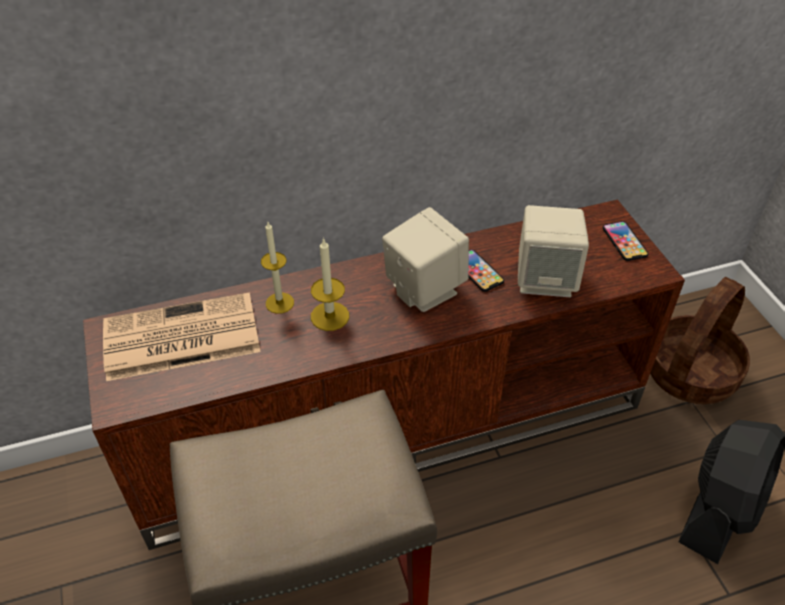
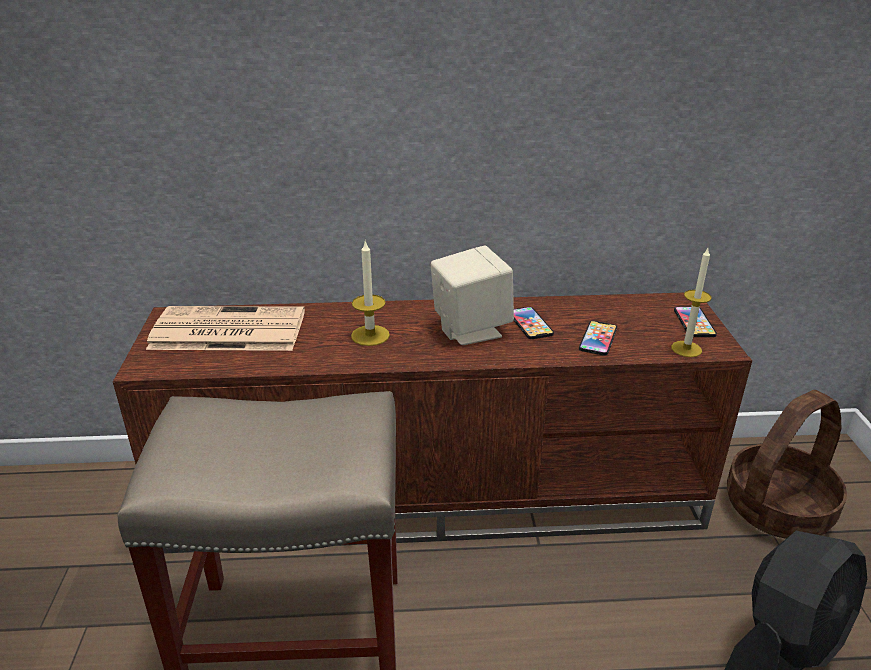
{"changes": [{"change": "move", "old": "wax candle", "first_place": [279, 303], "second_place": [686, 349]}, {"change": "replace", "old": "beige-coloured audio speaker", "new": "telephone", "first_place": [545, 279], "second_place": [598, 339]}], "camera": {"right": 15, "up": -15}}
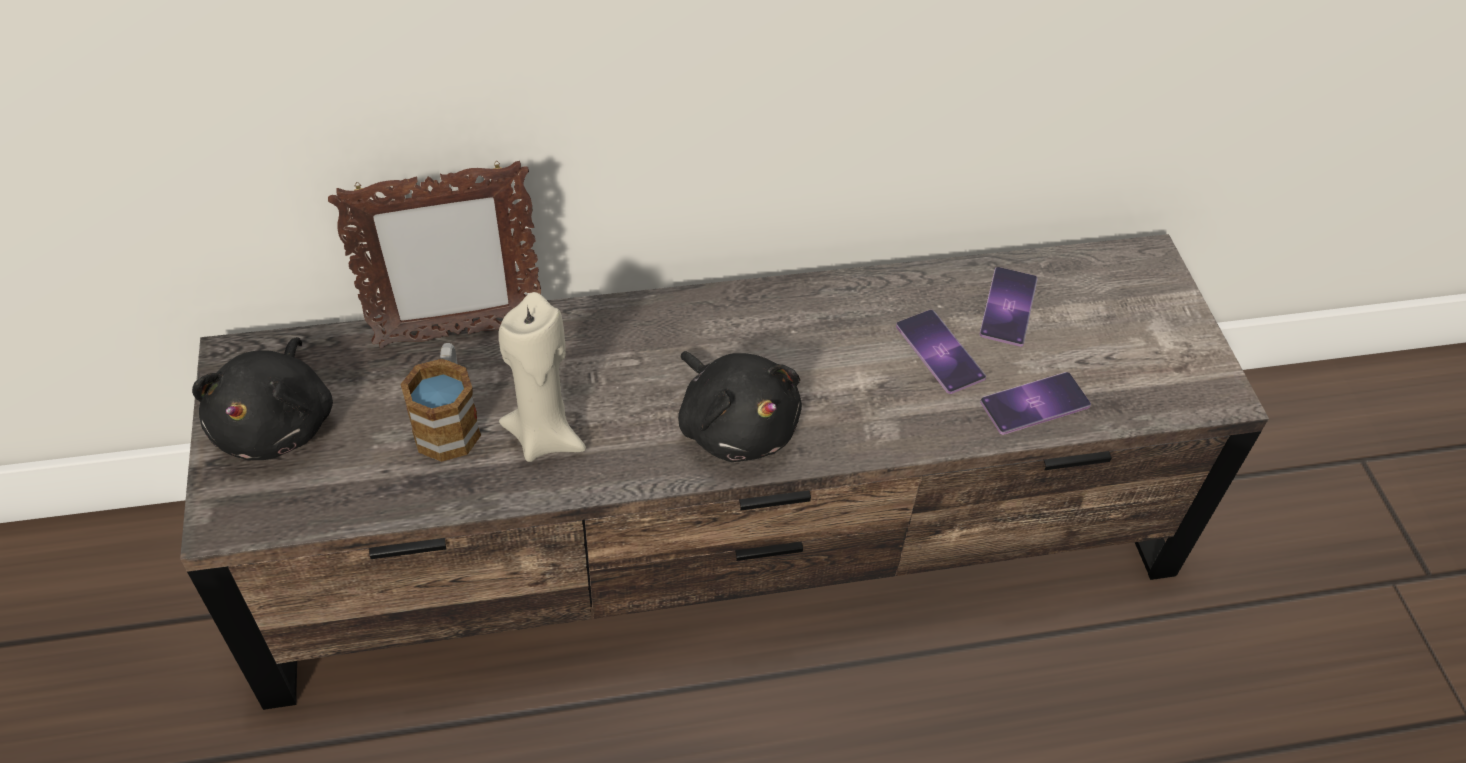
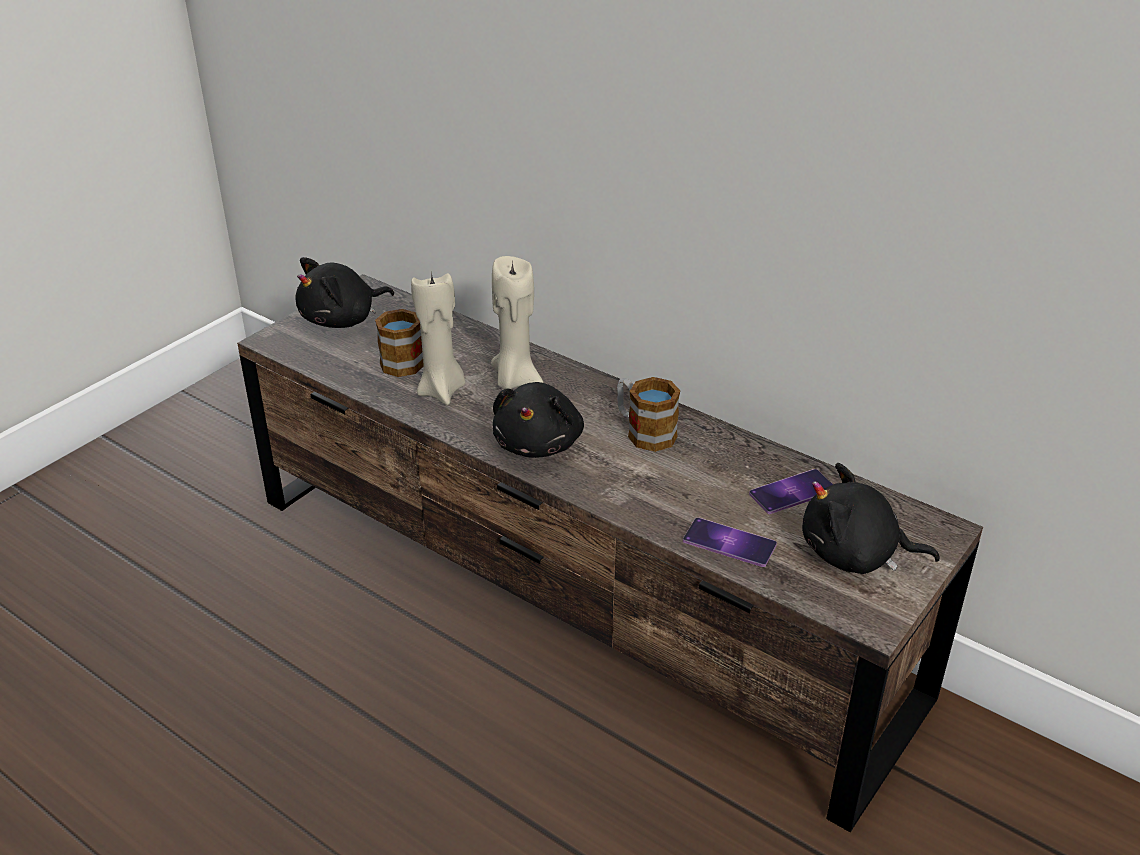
{"changes": [{"change": "delete", "old": "standing frame", "first_place": [457, 333]}, {"change": "delete", "old": "telephone", "first_place": [940, 352]}, {"change": "insert", "new": "beige-coloured wax candle", "second_place": [514, 380]}, {"change": "insert", "new": "mug", "second_place": [644, 432]}, {"change": "insert", "new": "blackish soft toy", "second_place": [855, 555]}], "camera": {"right": 50, "up": -15}}
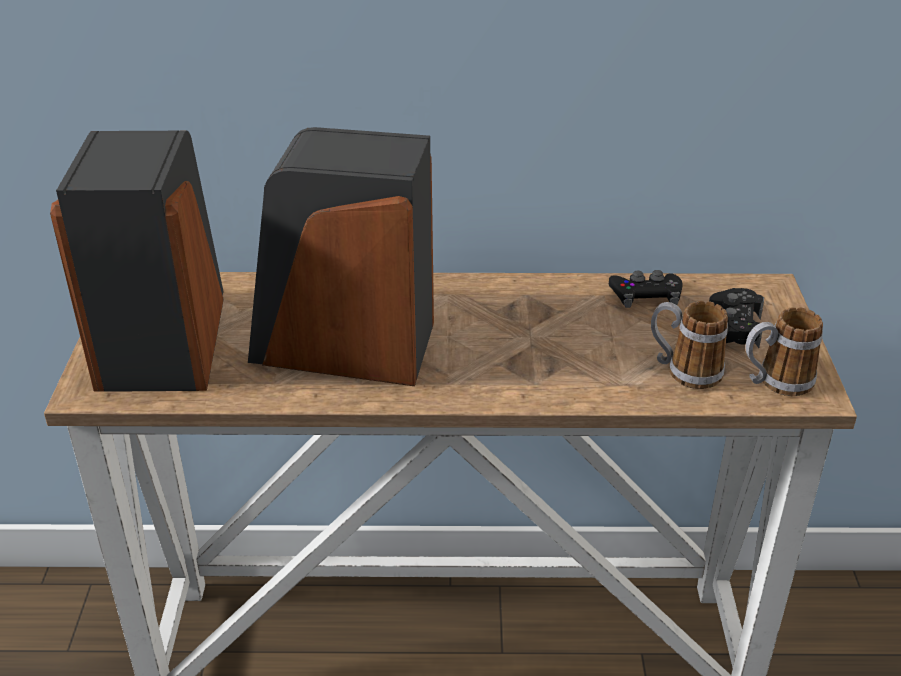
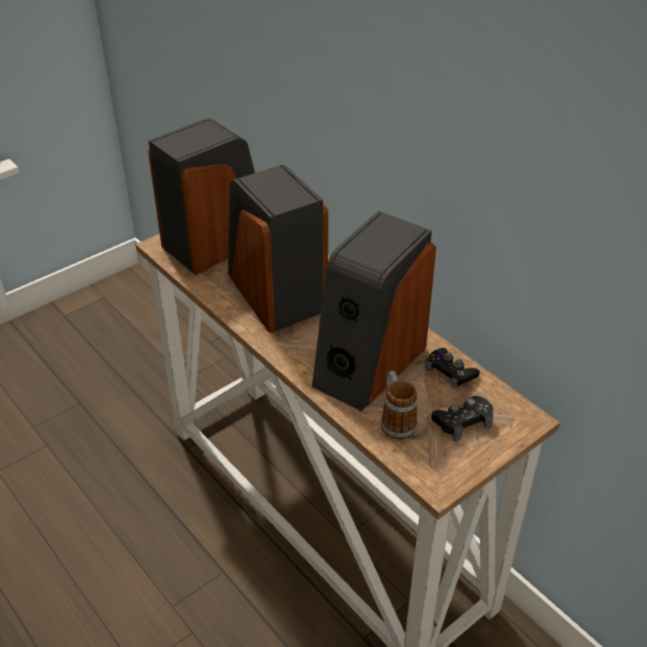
{"changes": [{"change": "delete", "old": "mug", "first_place": [775, 382]}, {"change": "insert", "new": "audio speaker", "second_place": [368, 364]}], "camera": {"right": 50, "up": 5}}
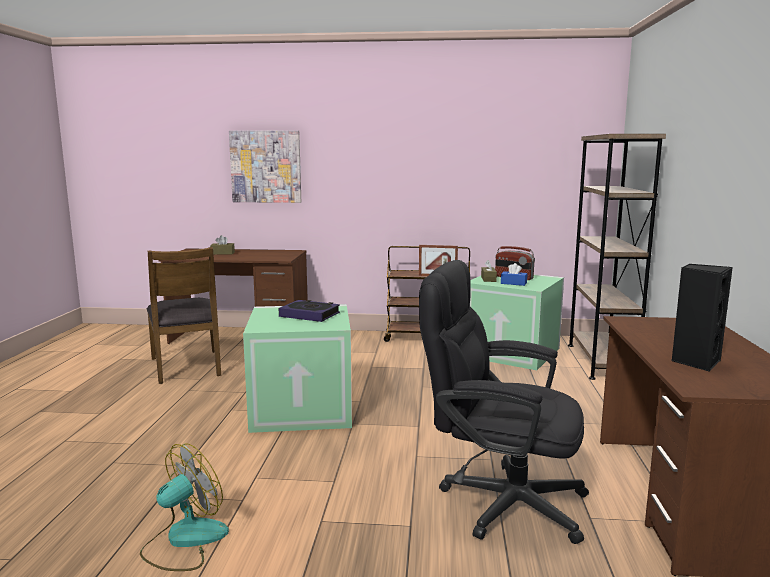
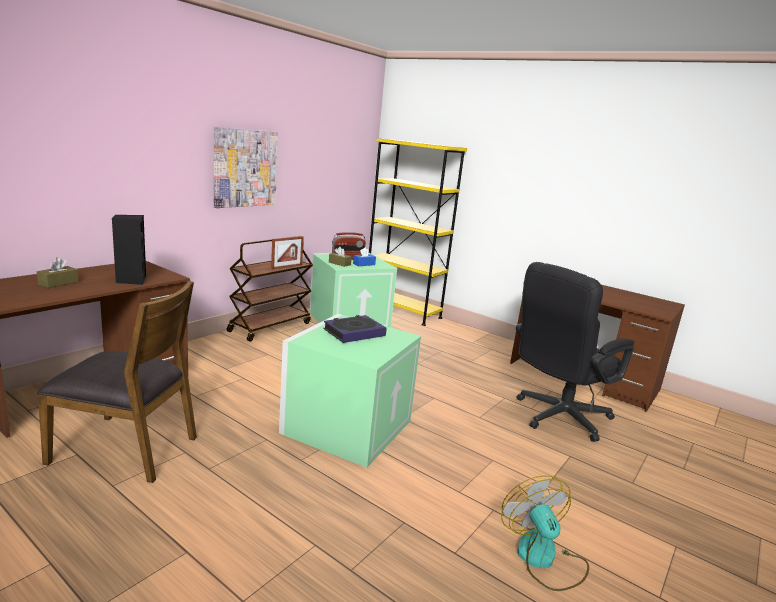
{"changes": [{"change": "move", "old": "wall picture", "first_place": [266, 166], "second_place": [245, 168]}, {"change": "move", "old": "blackish audio speaker", "first_place": [695, 362], "second_place": [131, 280]}, {"change": "recolor", "old": "brown bookcase", "new": "yellowish bookcase", "first_place": [601, 361], "second_place": [402, 311]}], "camera": {"right": -60, "up": 5}}
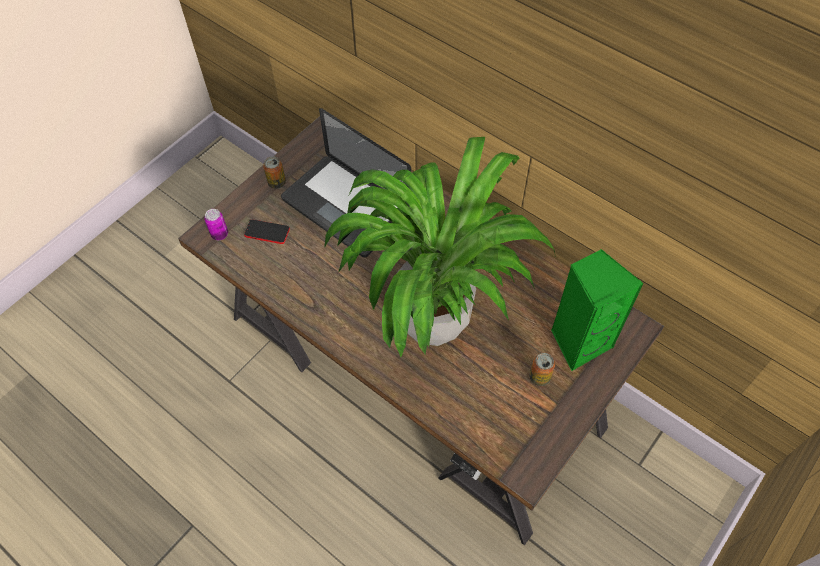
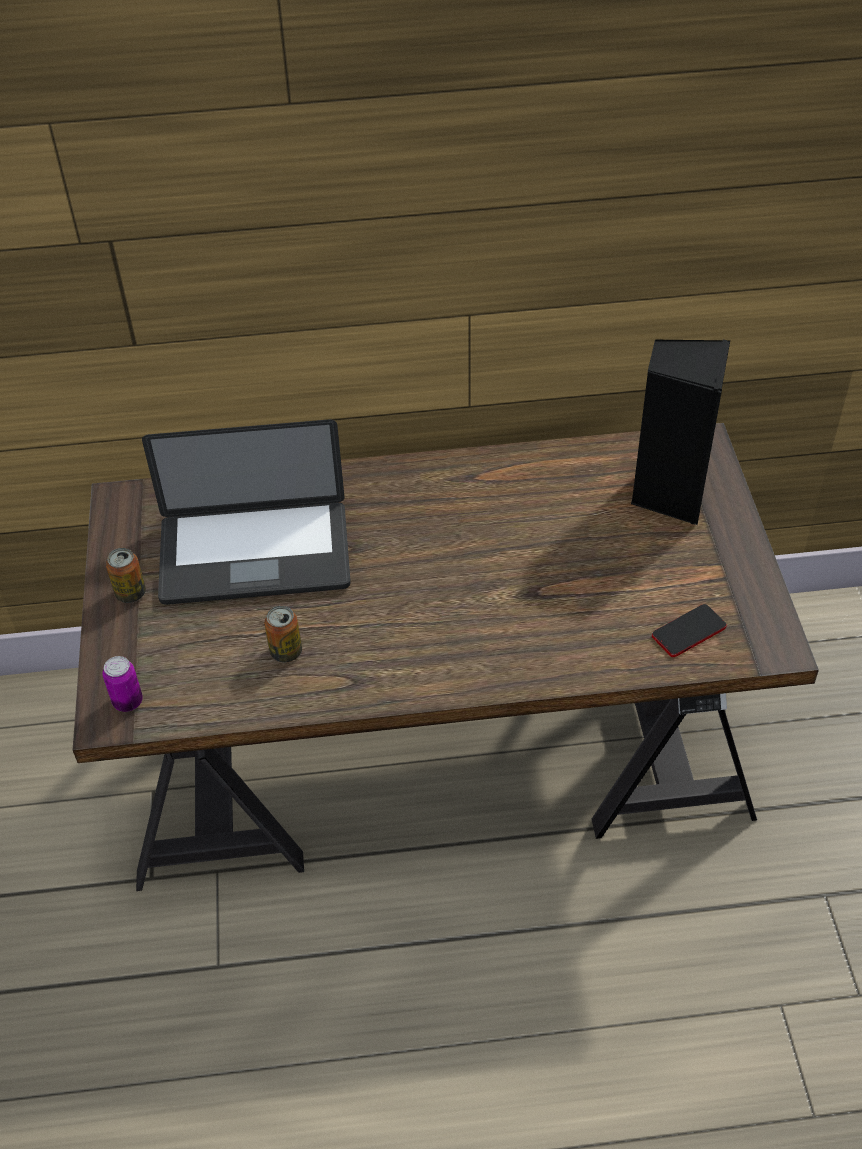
{"changes": [{"change": "delete", "old": "houseplant", "first_place": [432, 315]}, {"change": "move", "old": "telephone", "first_place": [267, 232], "second_place": [688, 631]}, {"change": "move", "old": "sealed can", "first_place": [539, 377], "second_place": [286, 652]}, {"change": "recolor", "old": "green-coloured audio speaker", "new": "blackish audio speaker", "first_place": [579, 341], "second_place": [669, 494]}], "camera": {"right": -45, "up": -10}}
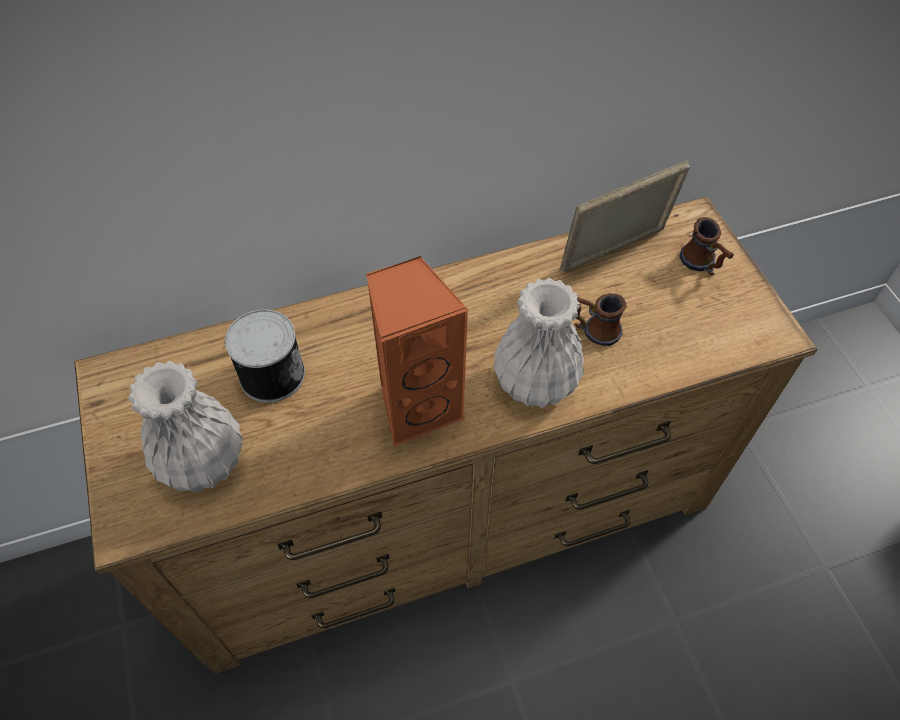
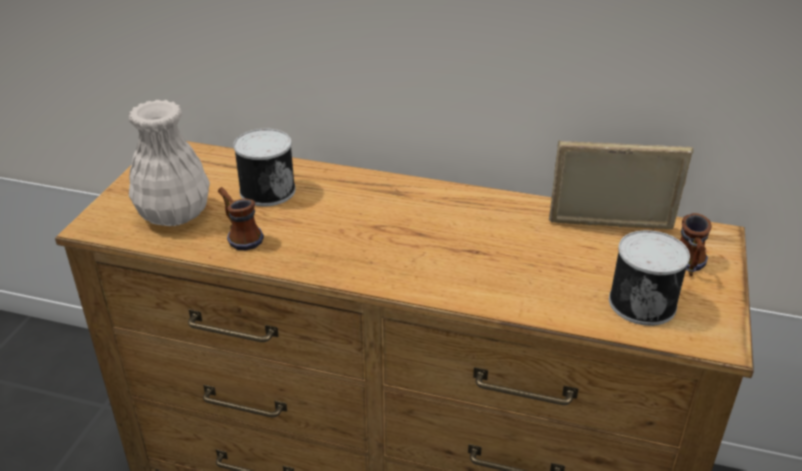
{"changes": [{"change": "delete", "old": "orange audio speaker", "first_place": [417, 406]}, {"change": "delete", "old": "whitish flower vase", "first_place": [536, 381]}, {"change": "insert", "new": "sealed can", "second_place": [642, 302]}, {"change": "move", "old": "mug", "first_place": [592, 330], "second_place": [240, 236]}], "camera": {"right": 35, "up": -20}}
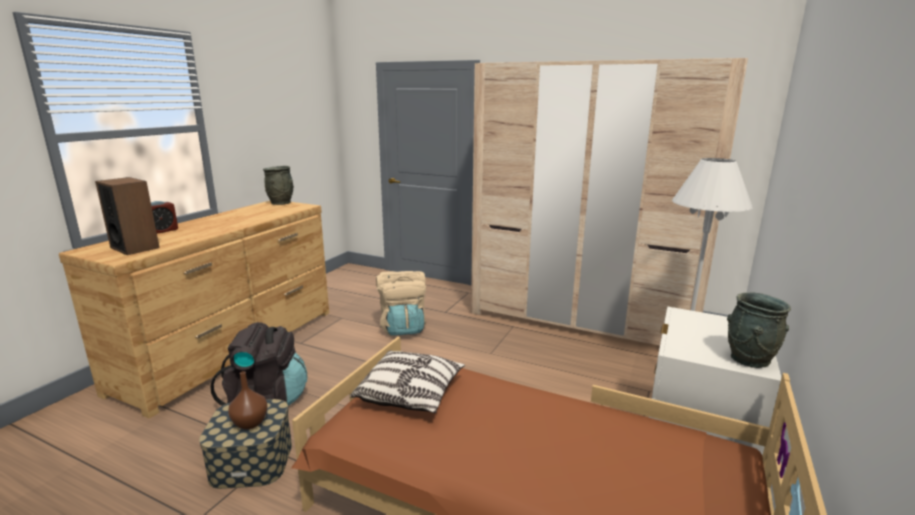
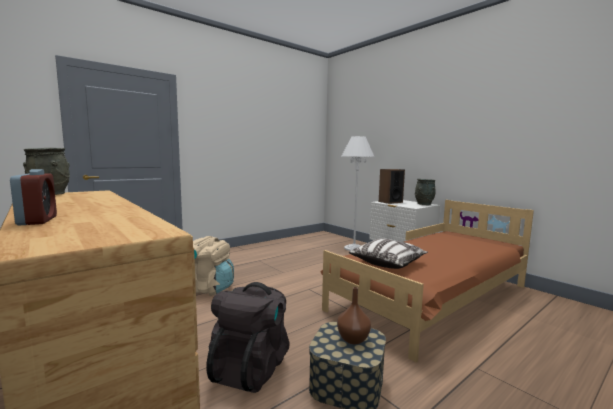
{"changes": [{"change": "delete", "old": "beige-coloured clothes cupboard", "first_place": [580, 320]}, {"change": "move", "old": "audio speaker", "first_place": [135, 247], "second_place": [390, 202]}], "camera": {"right": -65, "up": -10}}
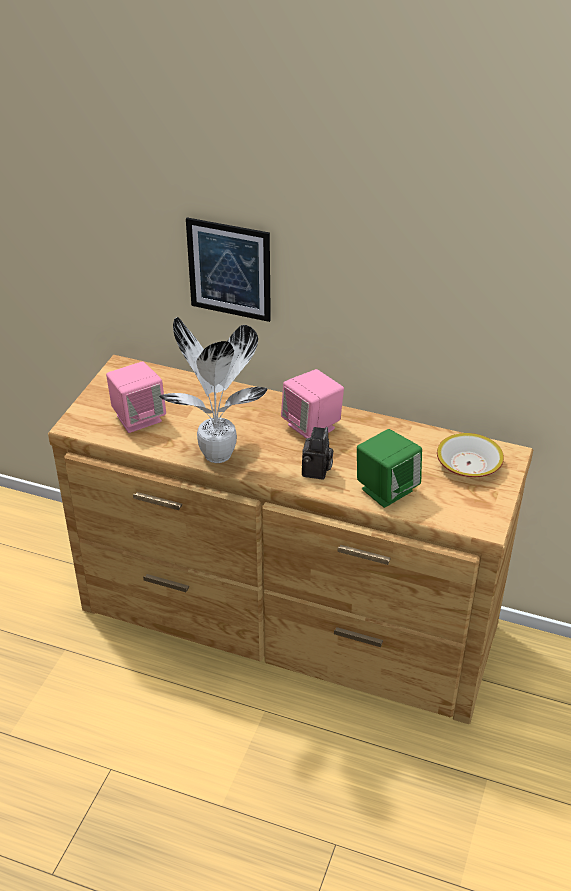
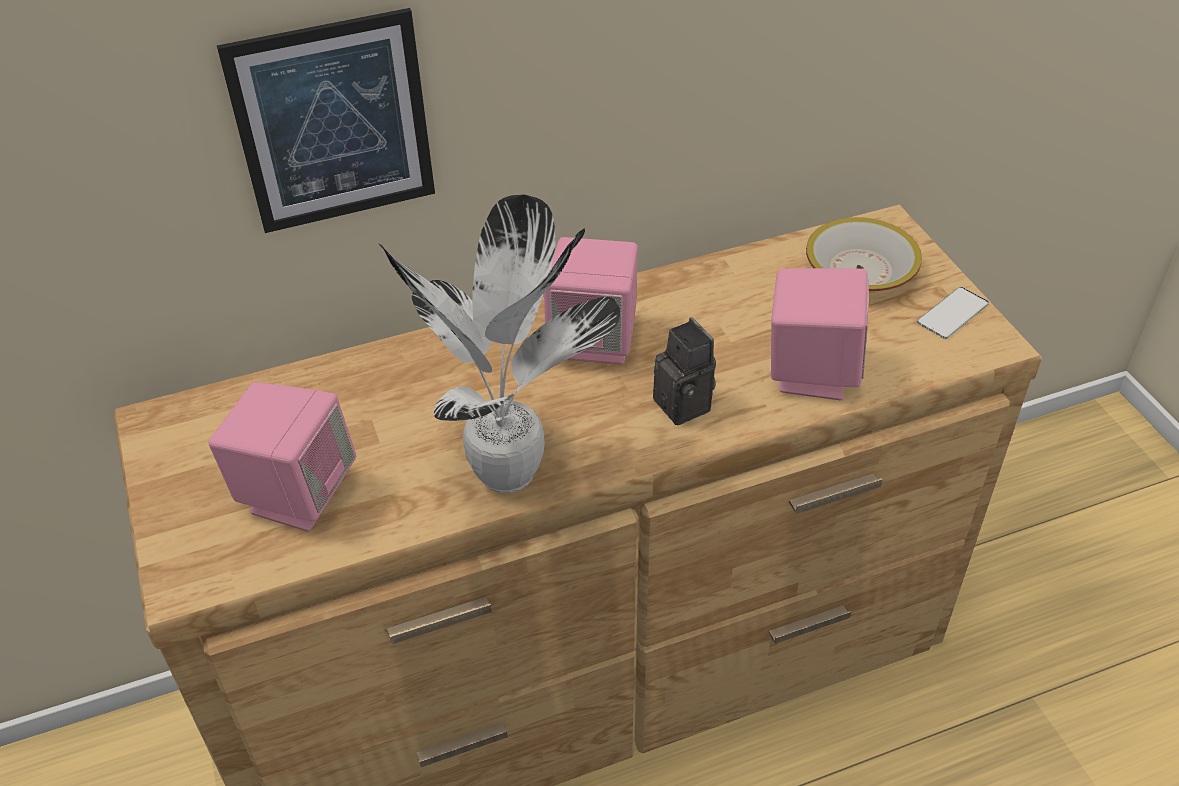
{"changes": [{"change": "insert", "new": "telephone", "second_place": [952, 313]}, {"change": "recolor", "old": "green-coloured audio speaker", "new": "pinkish audio speaker", "first_place": [386, 490], "second_place": [811, 371]}], "camera": {"right": -40, "up": 5}}
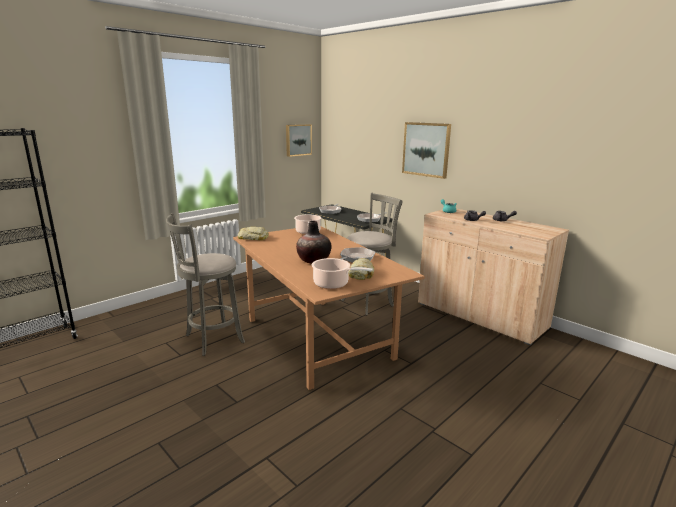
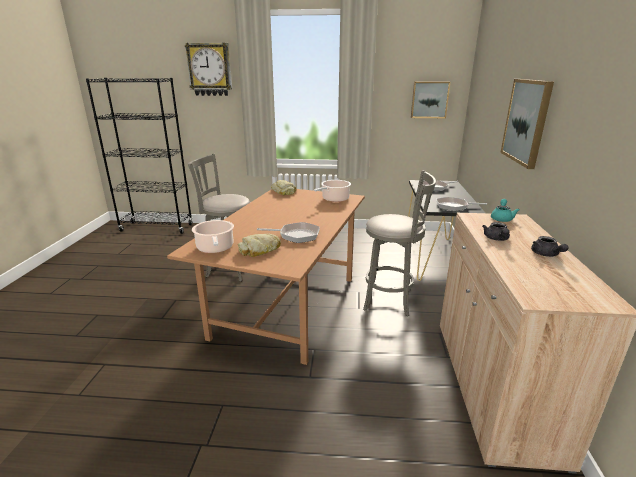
{"changes": [{"change": "delete", "old": "flower vase", "first_place": [313, 260]}, {"change": "insert", "new": "wall clock", "second_place": [210, 69]}], "camera": {"right": 50, "up": 5}}
